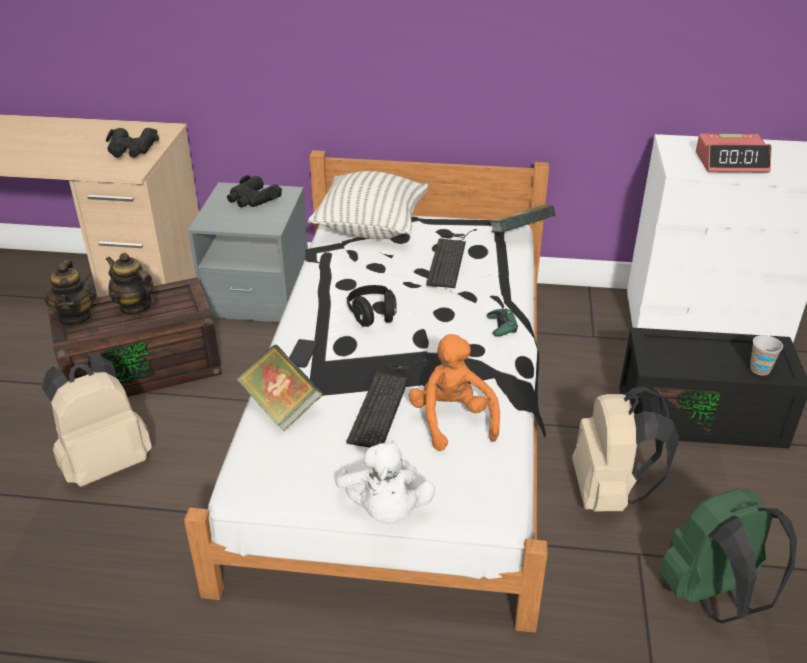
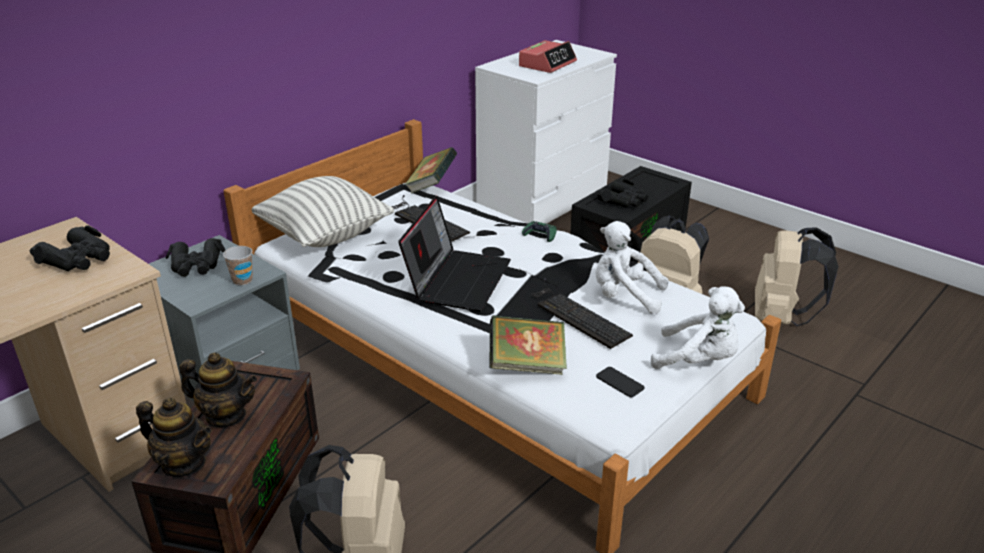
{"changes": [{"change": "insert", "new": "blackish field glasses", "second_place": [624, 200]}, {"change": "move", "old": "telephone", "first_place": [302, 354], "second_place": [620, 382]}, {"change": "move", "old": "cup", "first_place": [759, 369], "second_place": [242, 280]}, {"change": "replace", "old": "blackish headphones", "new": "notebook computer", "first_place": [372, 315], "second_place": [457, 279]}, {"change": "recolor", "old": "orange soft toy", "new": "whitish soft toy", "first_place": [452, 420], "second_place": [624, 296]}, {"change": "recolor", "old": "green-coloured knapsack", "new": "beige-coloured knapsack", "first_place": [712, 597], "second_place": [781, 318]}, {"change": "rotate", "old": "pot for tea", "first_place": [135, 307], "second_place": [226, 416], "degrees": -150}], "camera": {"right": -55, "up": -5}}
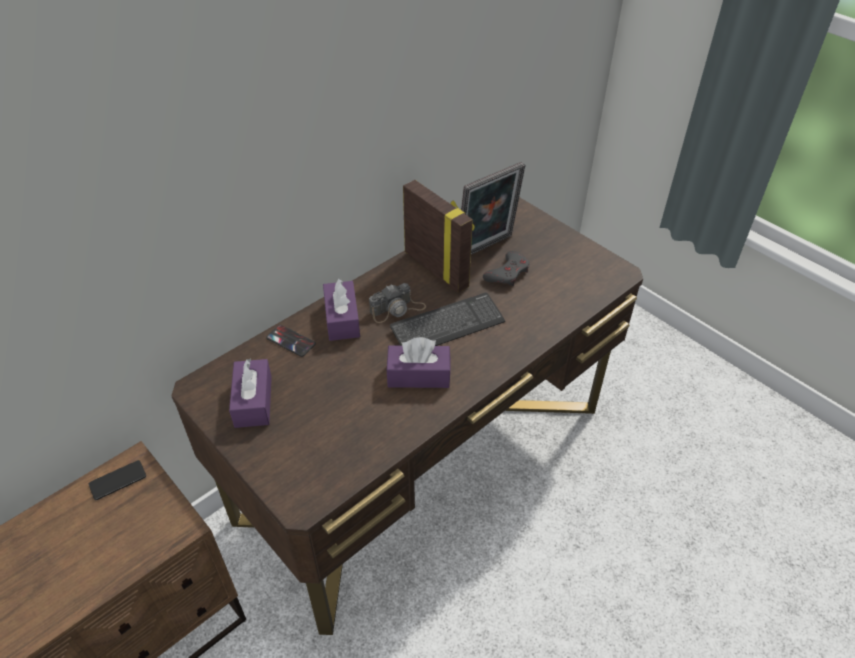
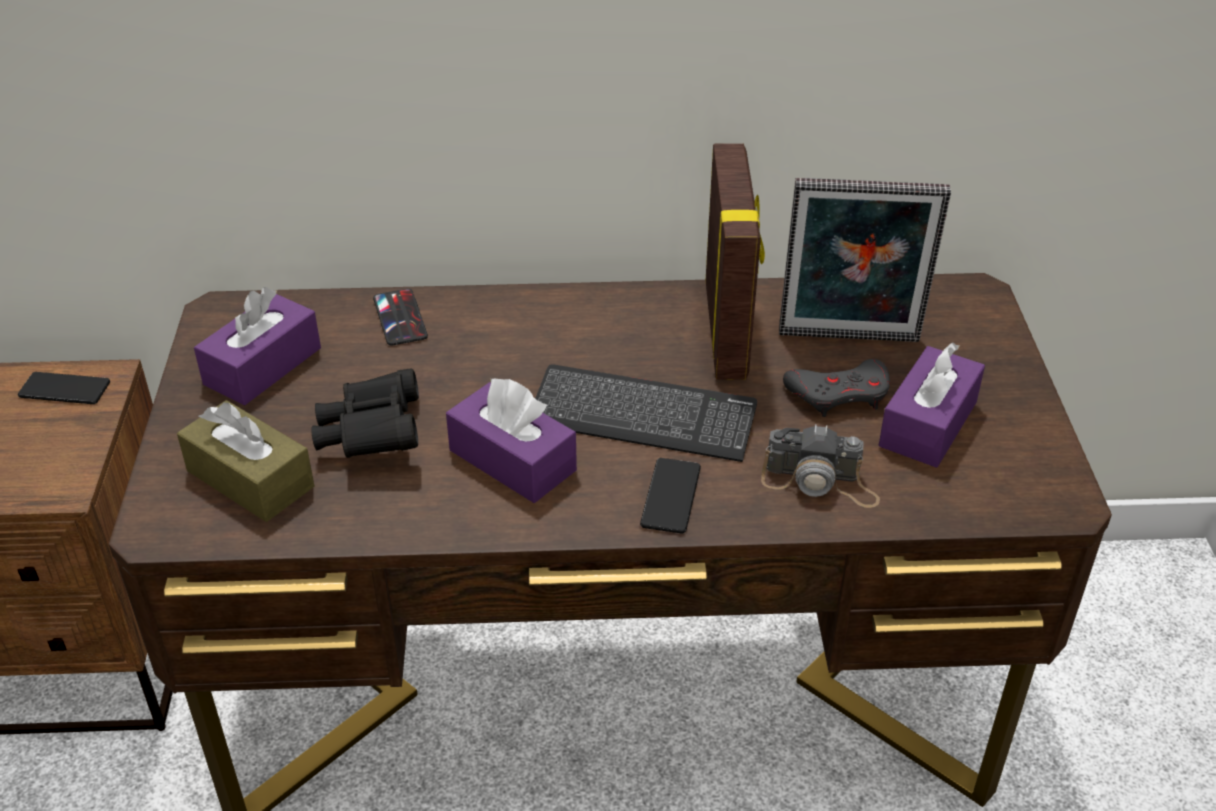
{"changes": [{"change": "insert", "new": "brown box of tissues", "second_place": [250, 479]}, {"change": "insert", "new": "blackish field glasses", "second_place": [372, 435]}, {"change": "insert", "new": "telephone", "second_place": [671, 496]}, {"change": "move", "old": "purplish box of tissues", "first_place": [342, 319], "second_place": [928, 424]}, {"change": "move", "old": "photo camera", "first_place": [397, 309], "second_place": [820, 482]}], "camera": {"right": 40, "up": -5}}
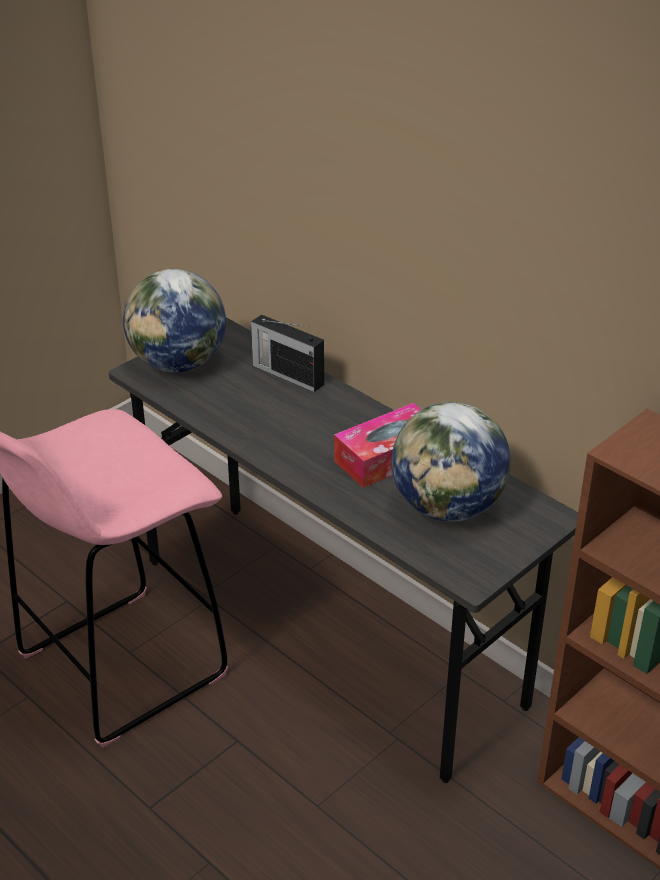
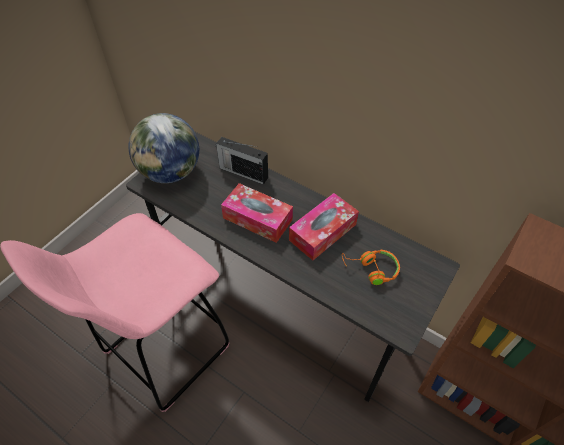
{"changes": [{"change": "insert", "new": "box of tissues", "second_place": [257, 219]}, {"change": "replace", "old": "desk globe", "new": "orange headphones", "first_place": [448, 508], "second_place": [371, 269]}], "camera": {"right": -10, "up": 15}}
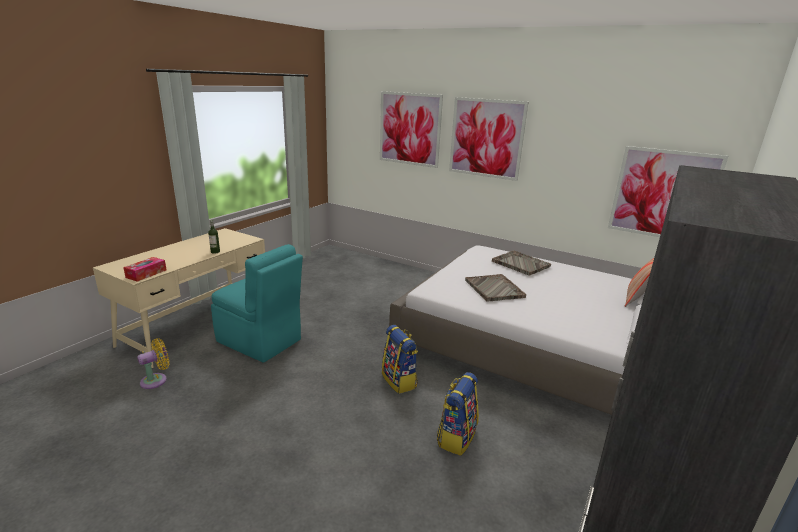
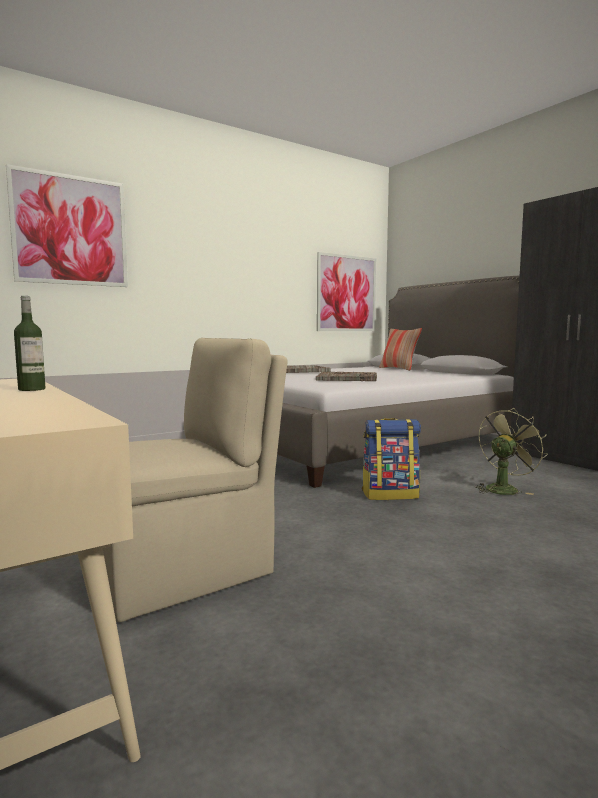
{"changes": [{"change": "delete", "old": "box of tissues", "first_place": [146, 274]}, {"change": "delete", "old": "yellowish cooling fan", "first_place": [156, 380]}, {"change": "delete", "old": "wall picture", "first_place": [486, 138]}, {"change": "replace", "old": "knapsack", "new": "green-coloured cooling fan", "first_place": [456, 437], "second_place": [504, 489]}, {"change": "recolor", "old": "blue-green upright chair", "new": "beige-coloured upright chair", "first_place": [260, 341], "second_place": [184, 571]}], "camera": {"right": -65, "up": -15}}
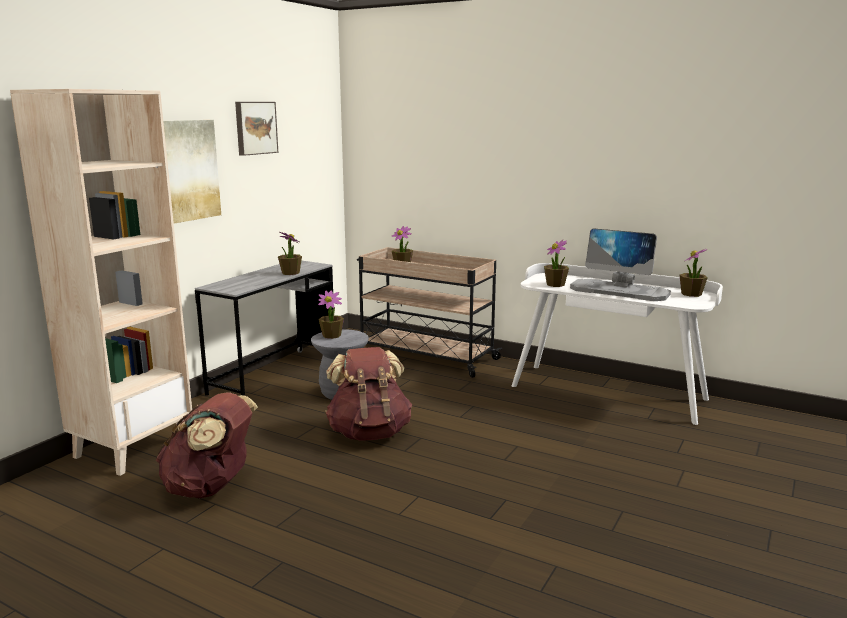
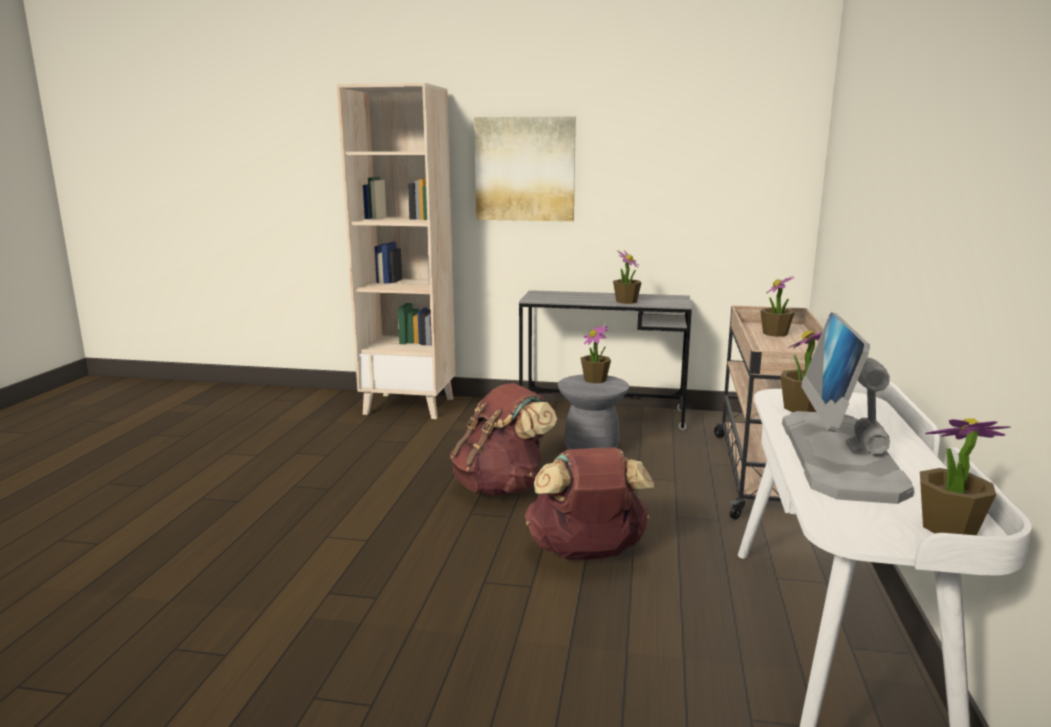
{"changes": [{"change": "delete", "old": "wall picture", "first_place": [255, 128]}, {"change": "move", "old": "brown knapsack", "first_place": [211, 487], "second_place": [586, 553]}], "camera": {"right": 70, "up": 0}}
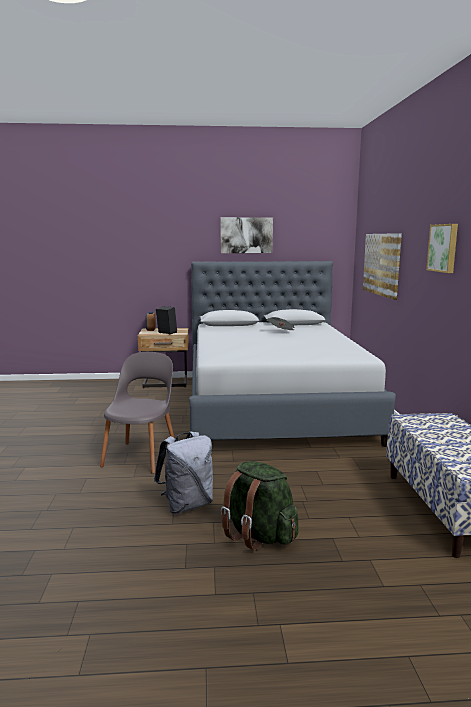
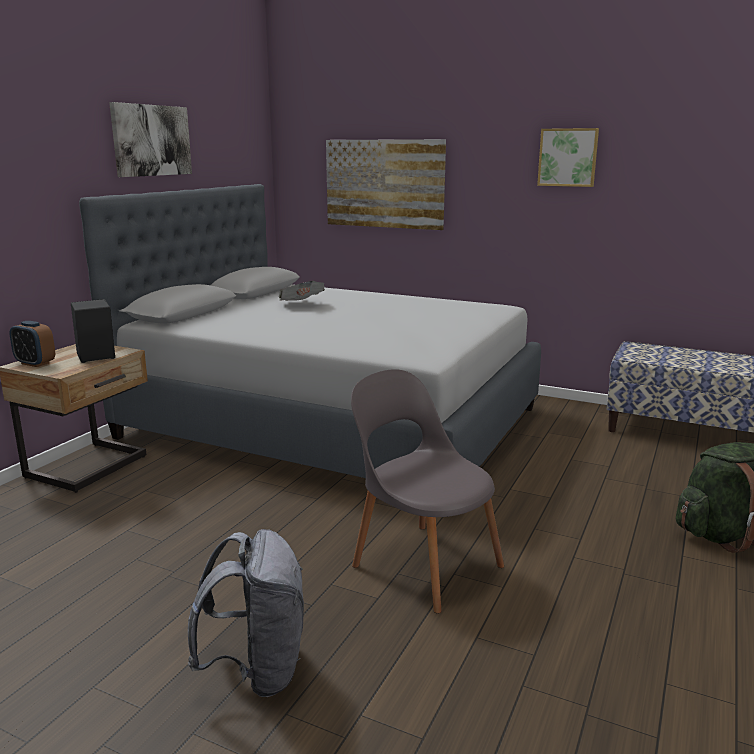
{"changes": [{"change": "move", "old": "gray knapsack", "first_place": [187, 505], "second_place": [257, 670]}], "camera": {"right": -60, "up": 5}}
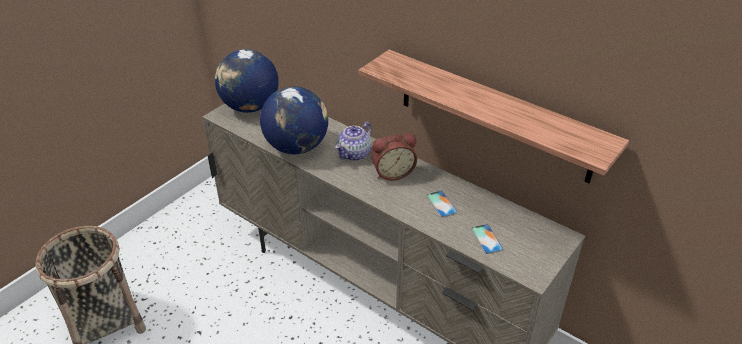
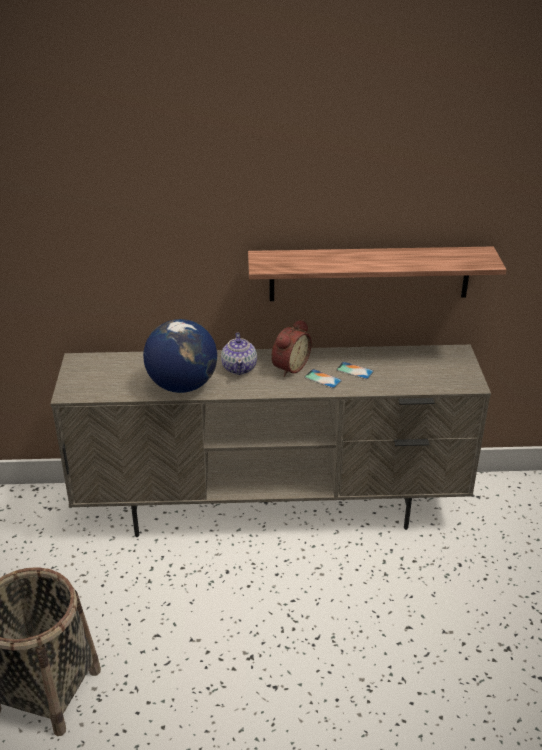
{"changes": [{"change": "delete", "old": "desk globe", "first_place": [250, 107]}, {"change": "move", "old": "telephone", "first_place": [486, 239], "second_place": [323, 379]}], "camera": {"right": -40, "up": -5}}
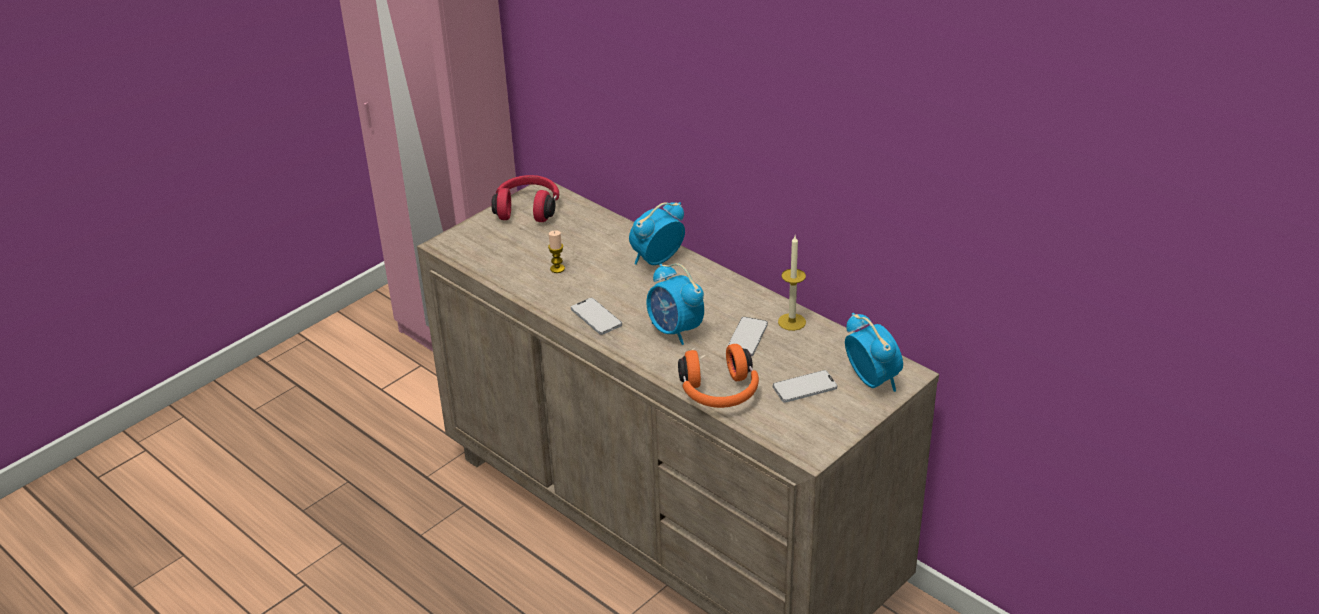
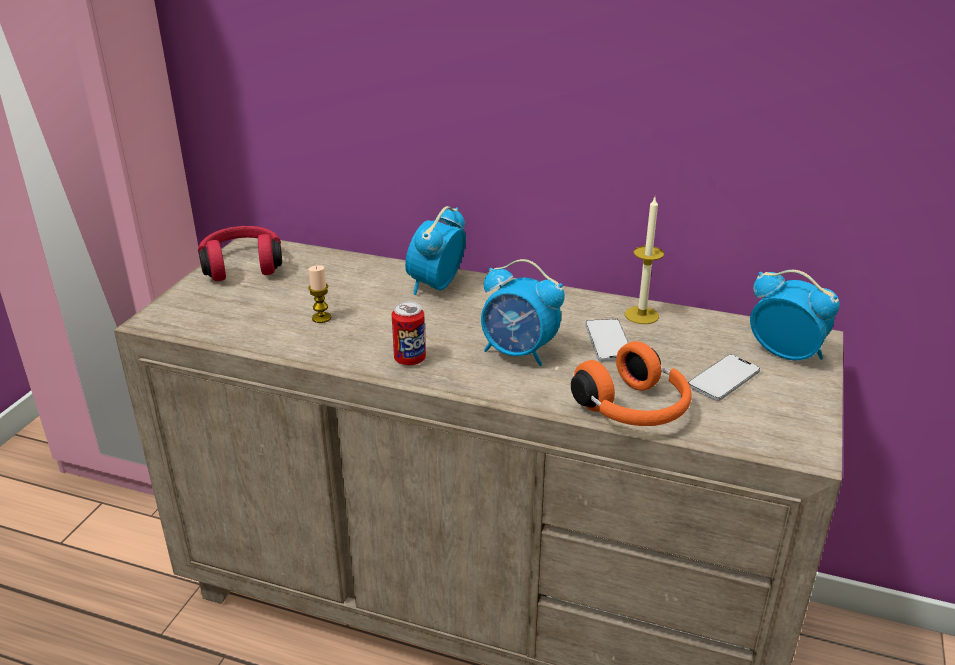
{"changes": [{"change": "replace", "old": "telephone", "new": "sealed can", "first_place": [596, 317], "second_place": [410, 359]}], "camera": {"right": -25, "up": -5}}
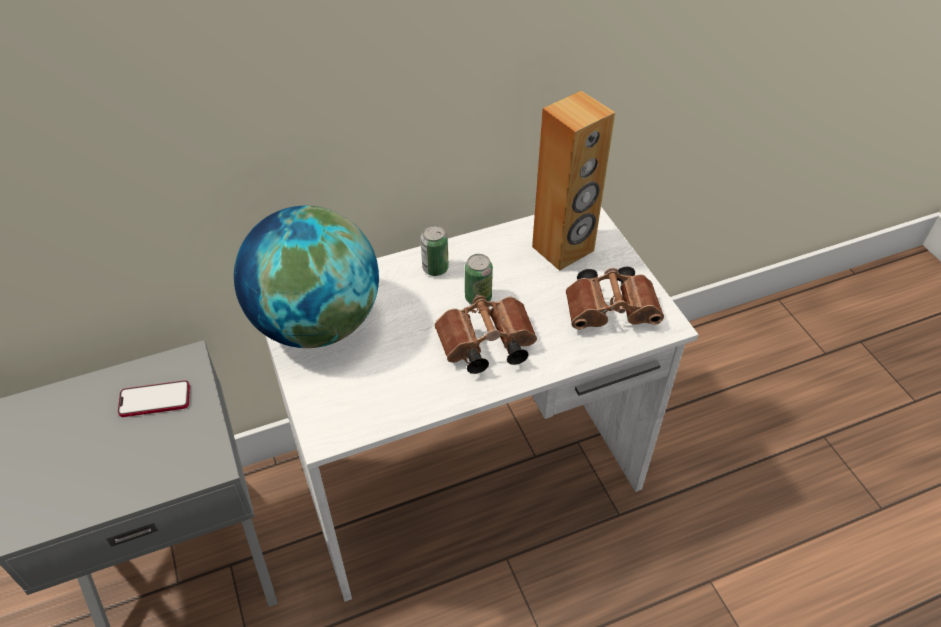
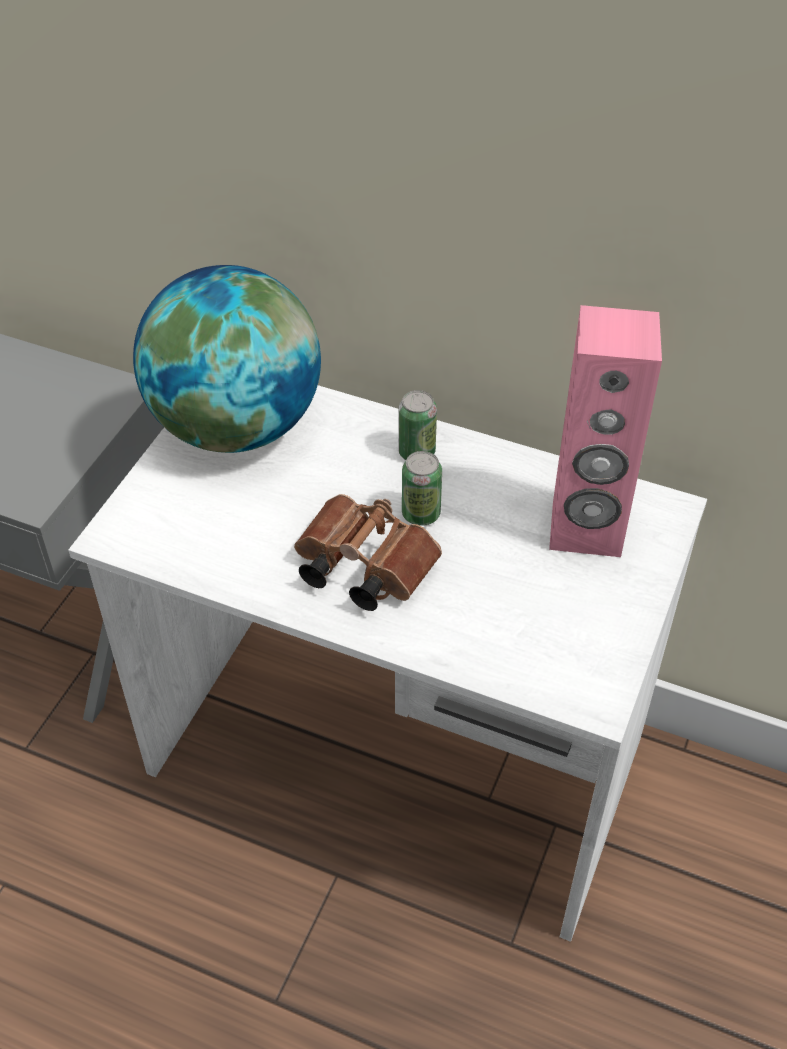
{"changes": [{"change": "delete", "old": "telephone", "first_place": [155, 400]}, {"change": "delete", "old": "brown field glasses", "first_place": [613, 311]}, {"change": "recolor", "old": "brown audio speaker", "new": "pinkish audio speaker", "first_place": [563, 249], "second_place": [586, 530]}], "camera": {"right": 45, "up": 0}}
